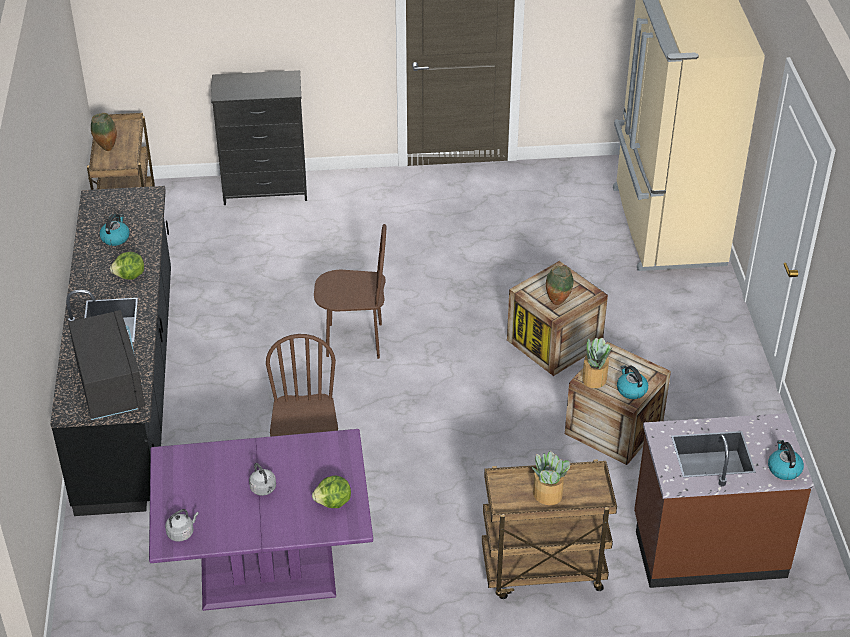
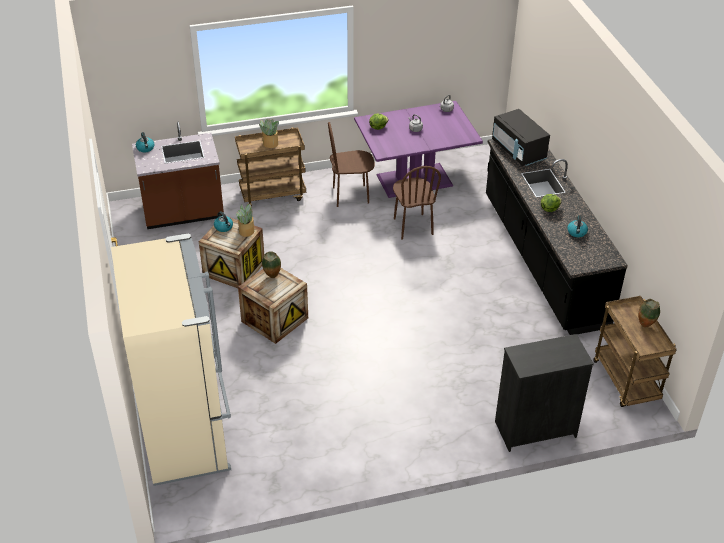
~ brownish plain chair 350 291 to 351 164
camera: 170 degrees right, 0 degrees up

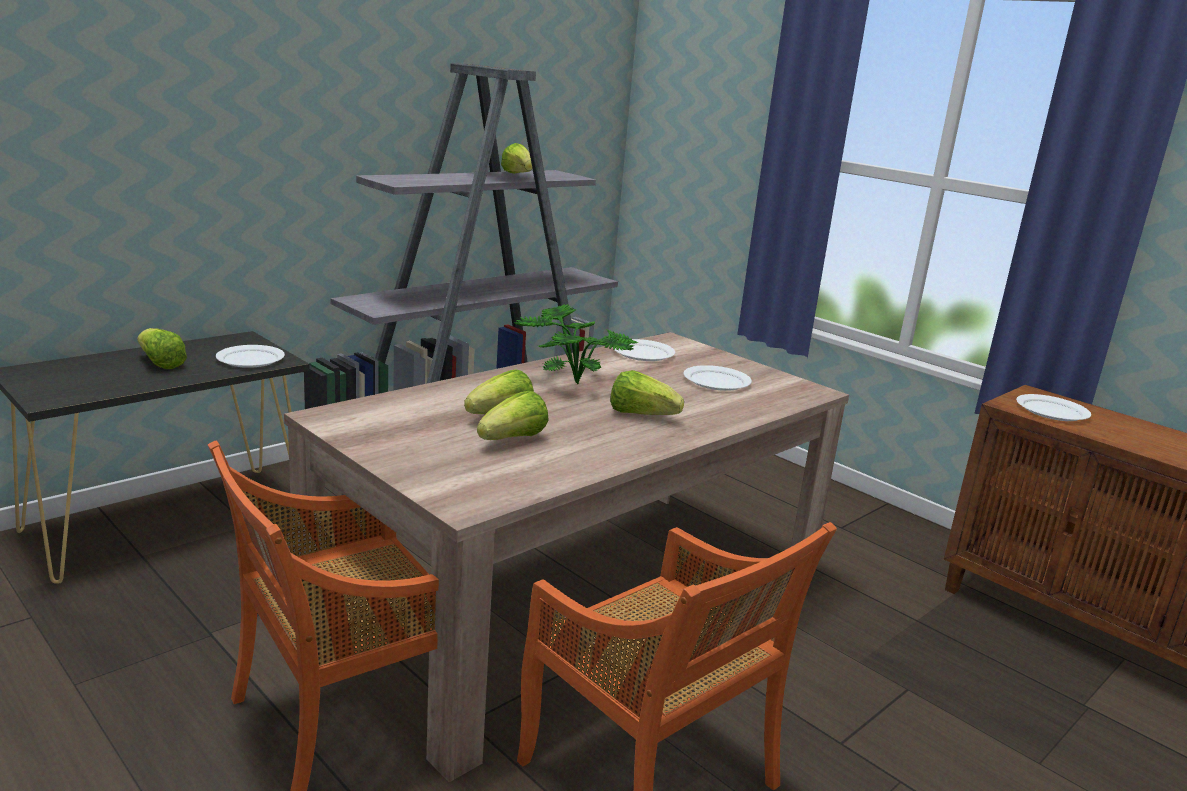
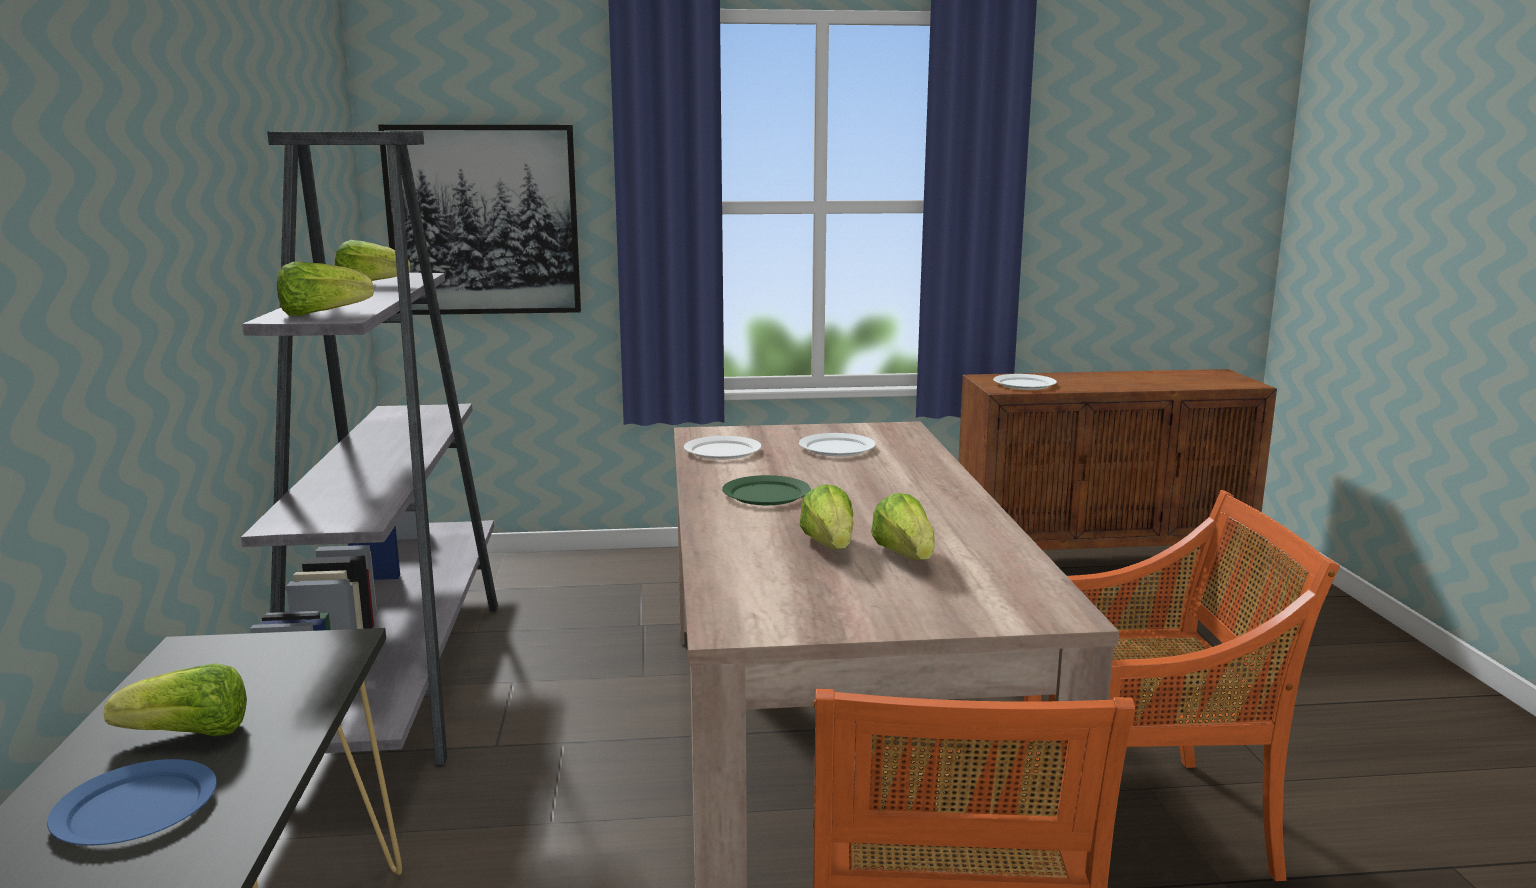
- white plate 250 356
+ blue-coloured plate 132 802
+ wall picture 479 220
~ head of lettuce 647 392 to 325 289
~ houseplant 576 344 to greenish plate 766 490
camera: 50 degrees left, 5 degrees down

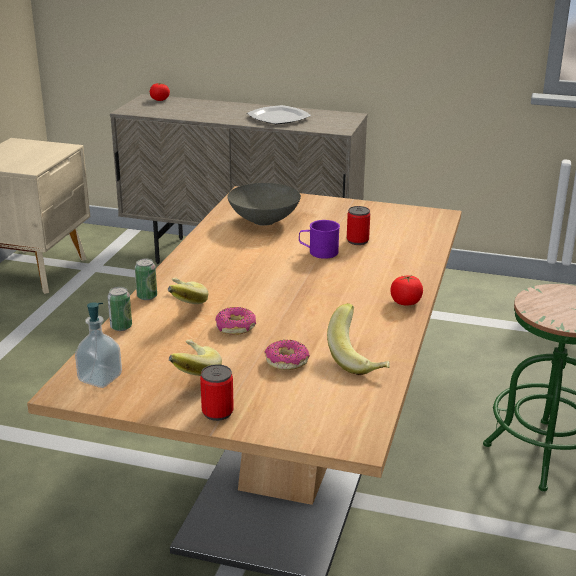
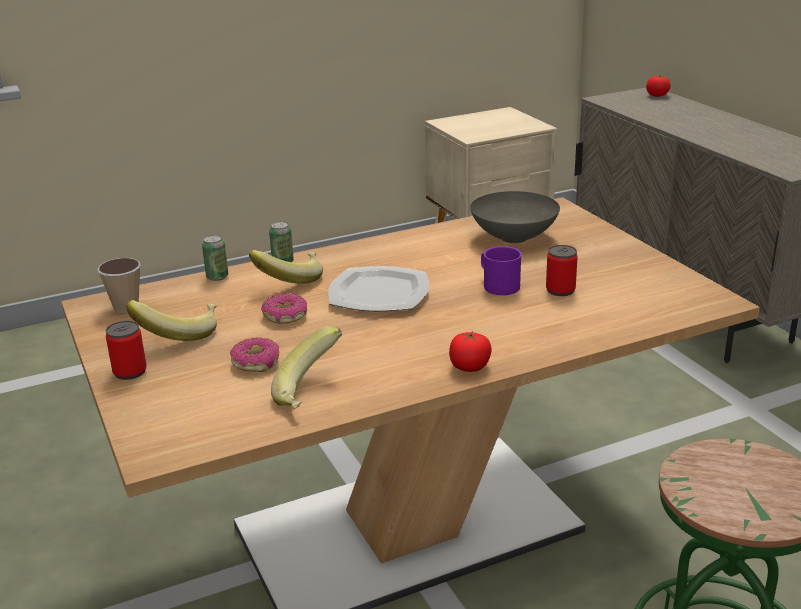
~ plate 279 114 to 378 288
~ soap bottle 98 345 to cup 119 285
camera: 50 degrees right, 0 degrees up

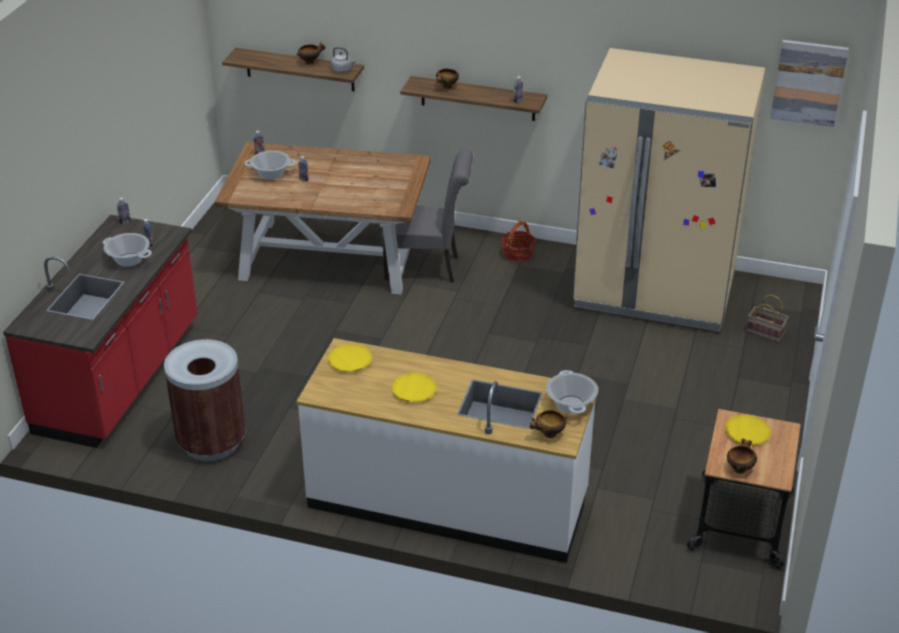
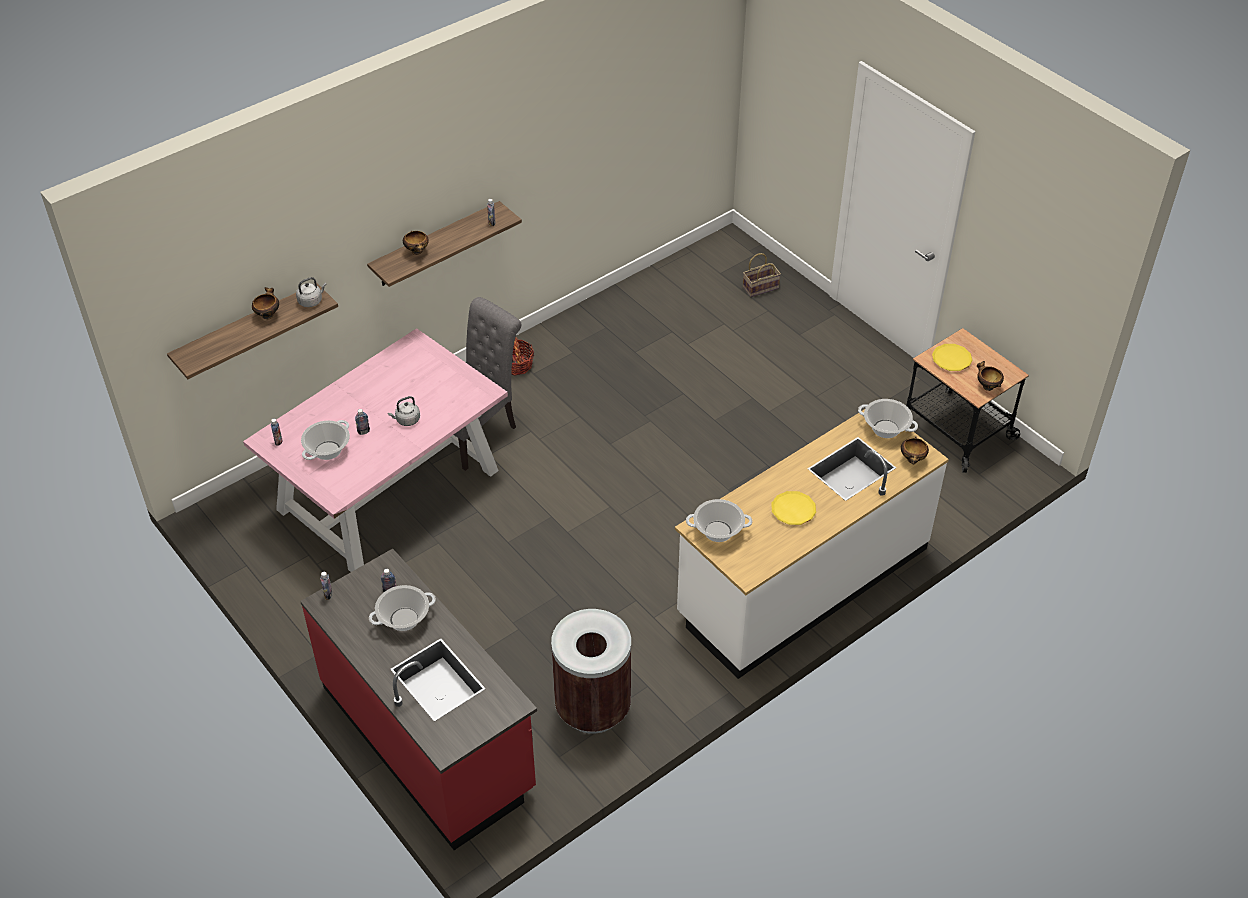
- beige fridge 669 190
- wall picture 809 83
+ gray water kettle 404 411
~ yellow plate 350 358 to cooking pot 719 520
~ brownish kitchen table 322 218 to pink-coloured kitchen table 375 450
camera: 55 degrees left, 10 degrees up

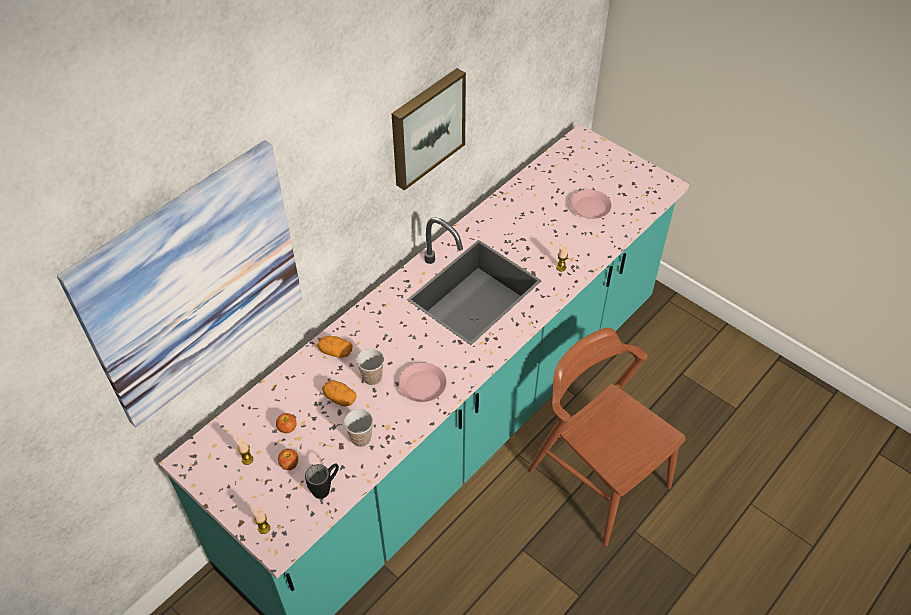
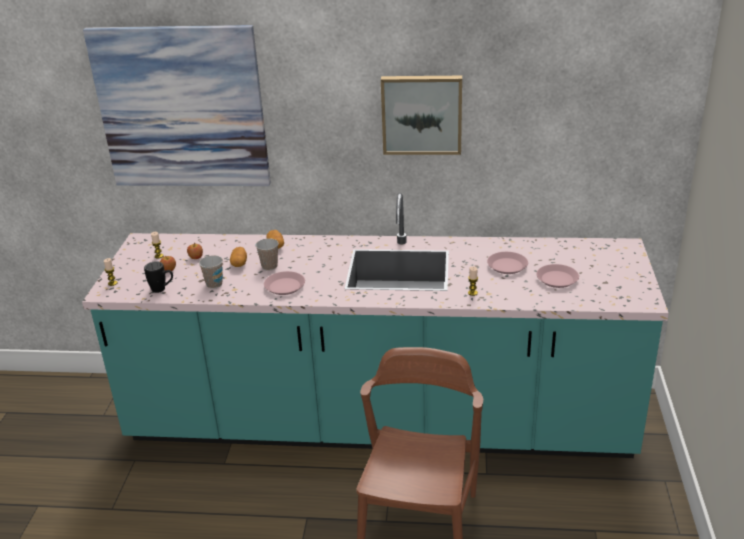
+ pink-coloured plate 507 263
camera: 55 degrees right, 20 degrees down

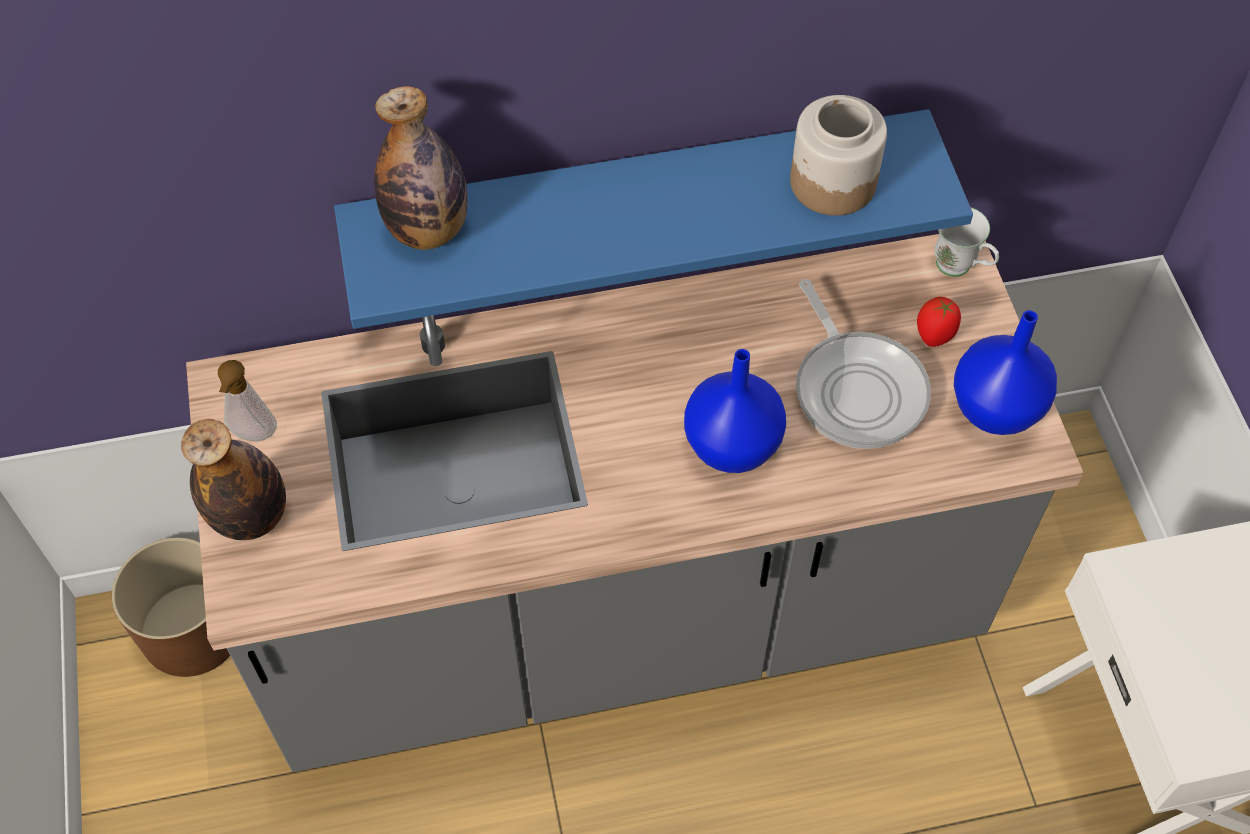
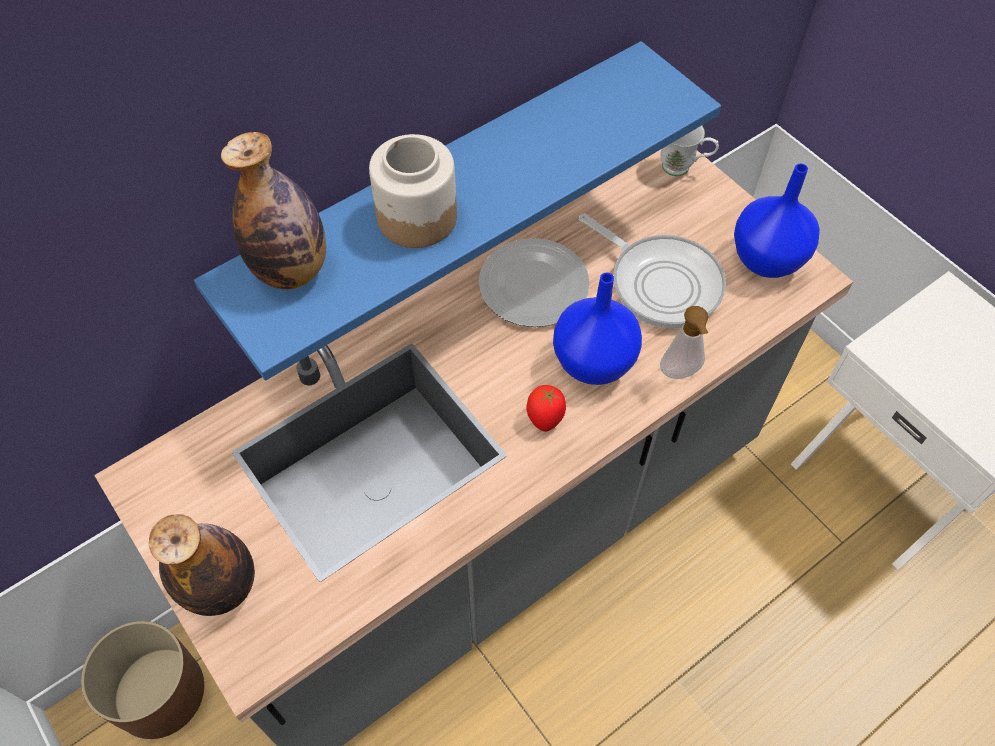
+ plate 534 282
~ soap bottle 247 400 to 684 342
~ storage jar 838 155 to 413 191
~ tomato 939 322 to 546 408
camera: 25 degrees left, 0 degrees up

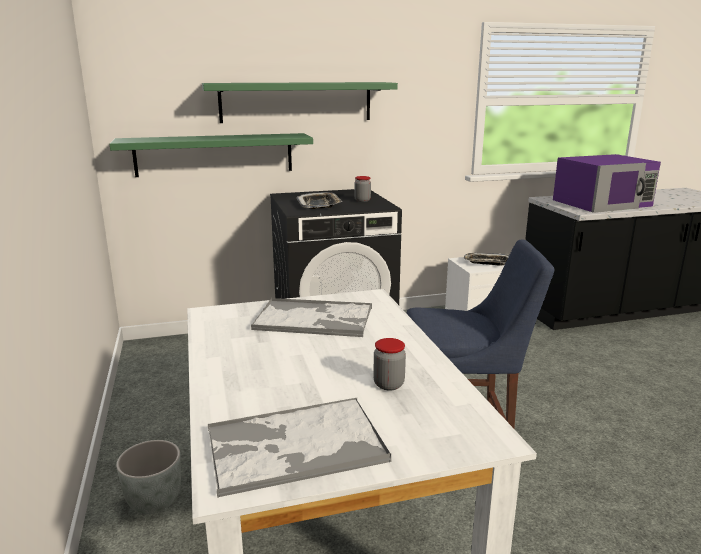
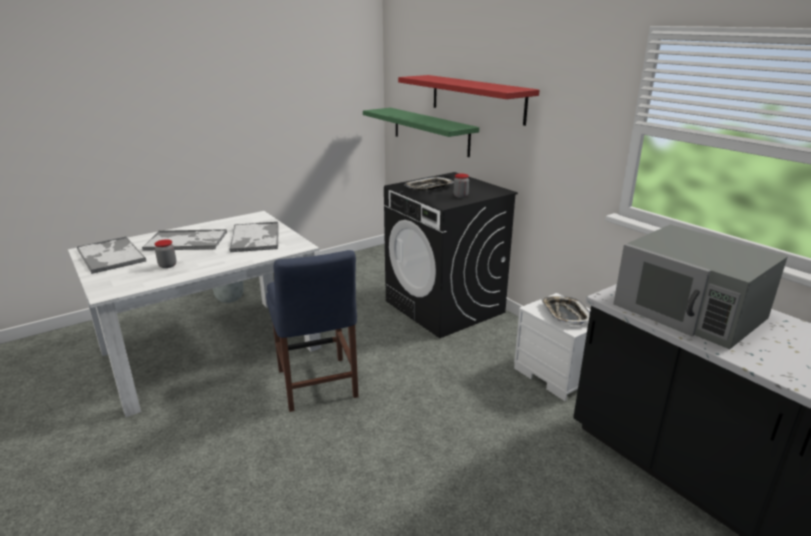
+ carrying tray 184 240
~ greenish wall shelf 300 102 to reddish wall shelf 468 100
~ purplish kitchen microwave 607 183 to gray kitchen microwave 700 286
camera: 70 degrees right, 5 degrees up

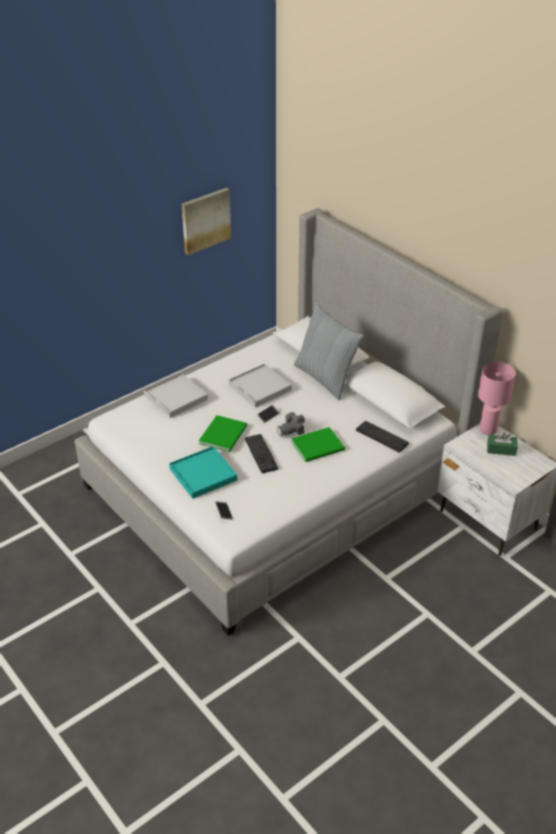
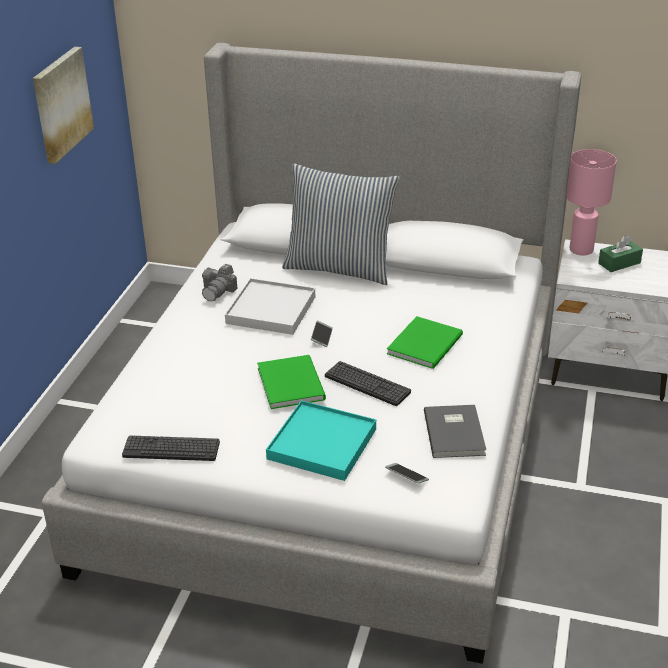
- white carrying tray 176 395
+ gray volume 455 431
~ still camera 291 424 to 220 282
~ keyboard 382 437 to 171 448
camera: 35 degrees left, 5 degrees down

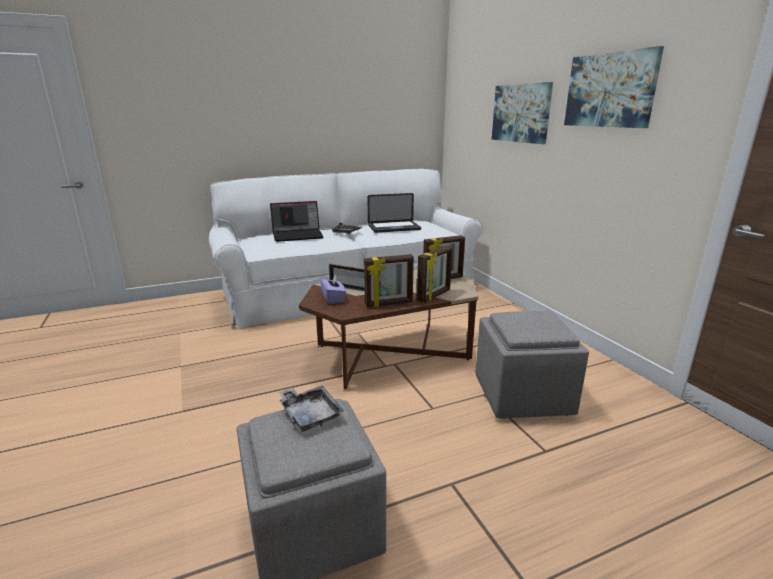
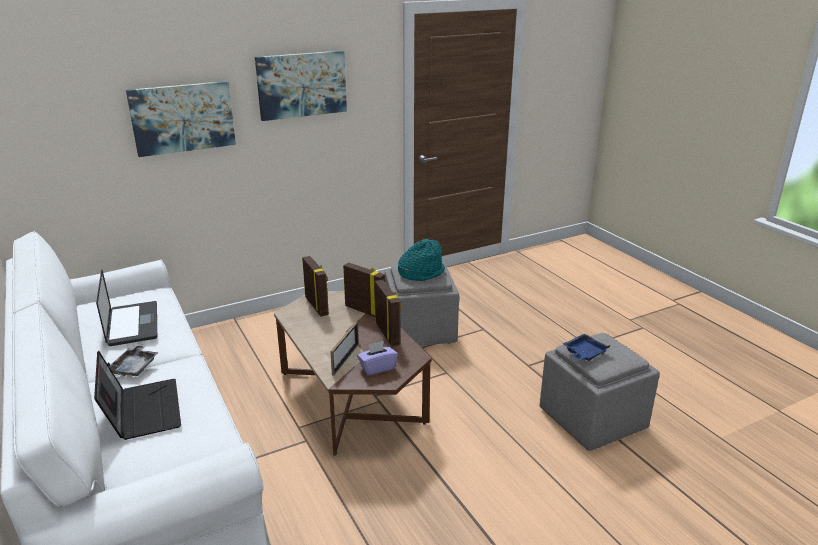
+ blue-green hat 421 260
~ gray carrying tray 311 409 to blue-coloured carrying tray 586 347
camera: 95 degrees left, 5 degrees up

